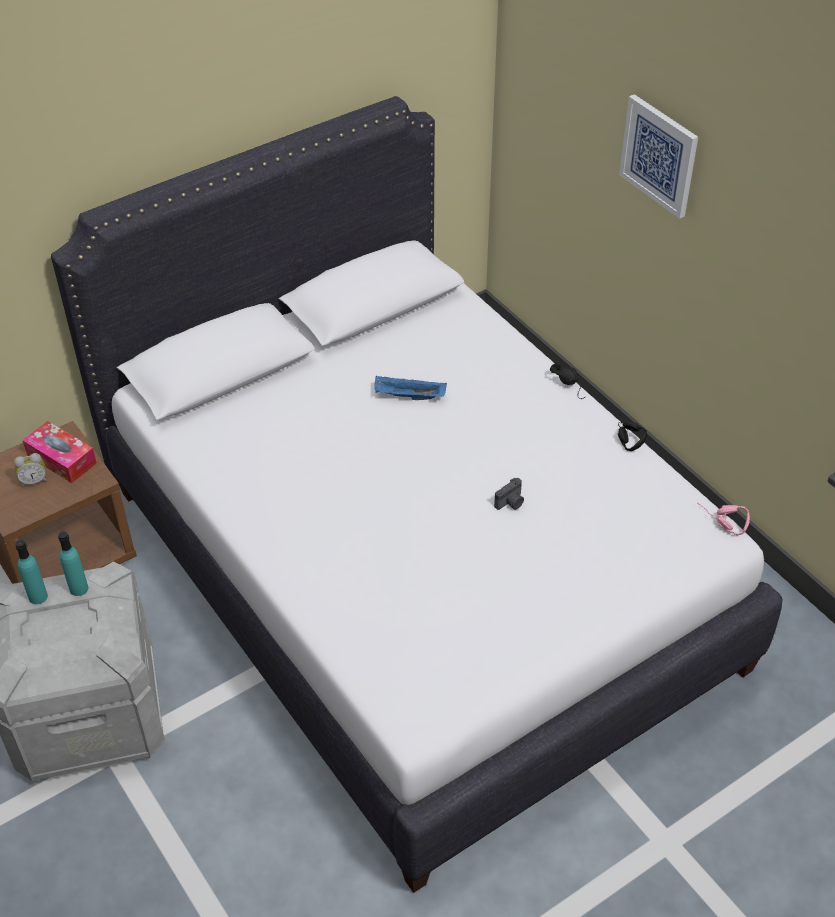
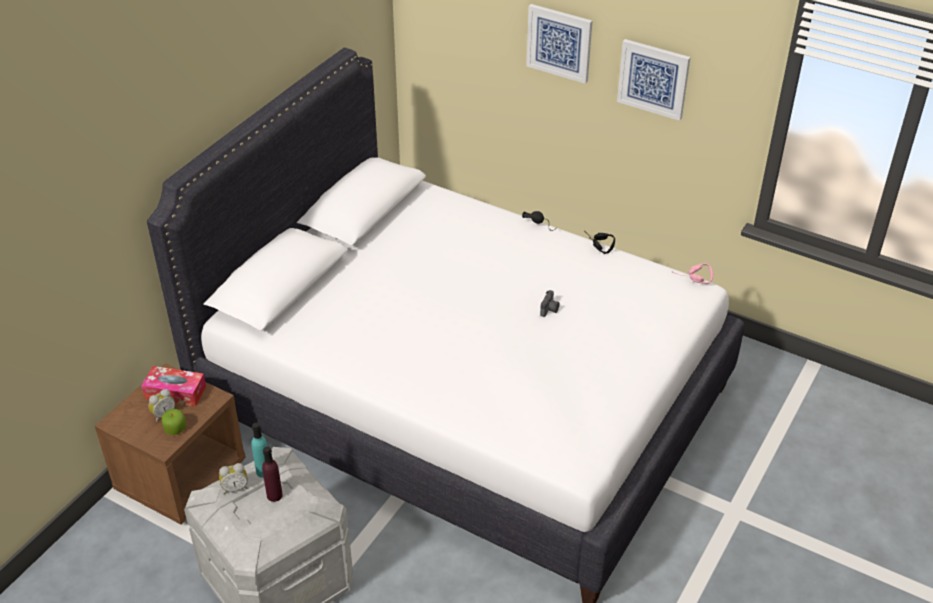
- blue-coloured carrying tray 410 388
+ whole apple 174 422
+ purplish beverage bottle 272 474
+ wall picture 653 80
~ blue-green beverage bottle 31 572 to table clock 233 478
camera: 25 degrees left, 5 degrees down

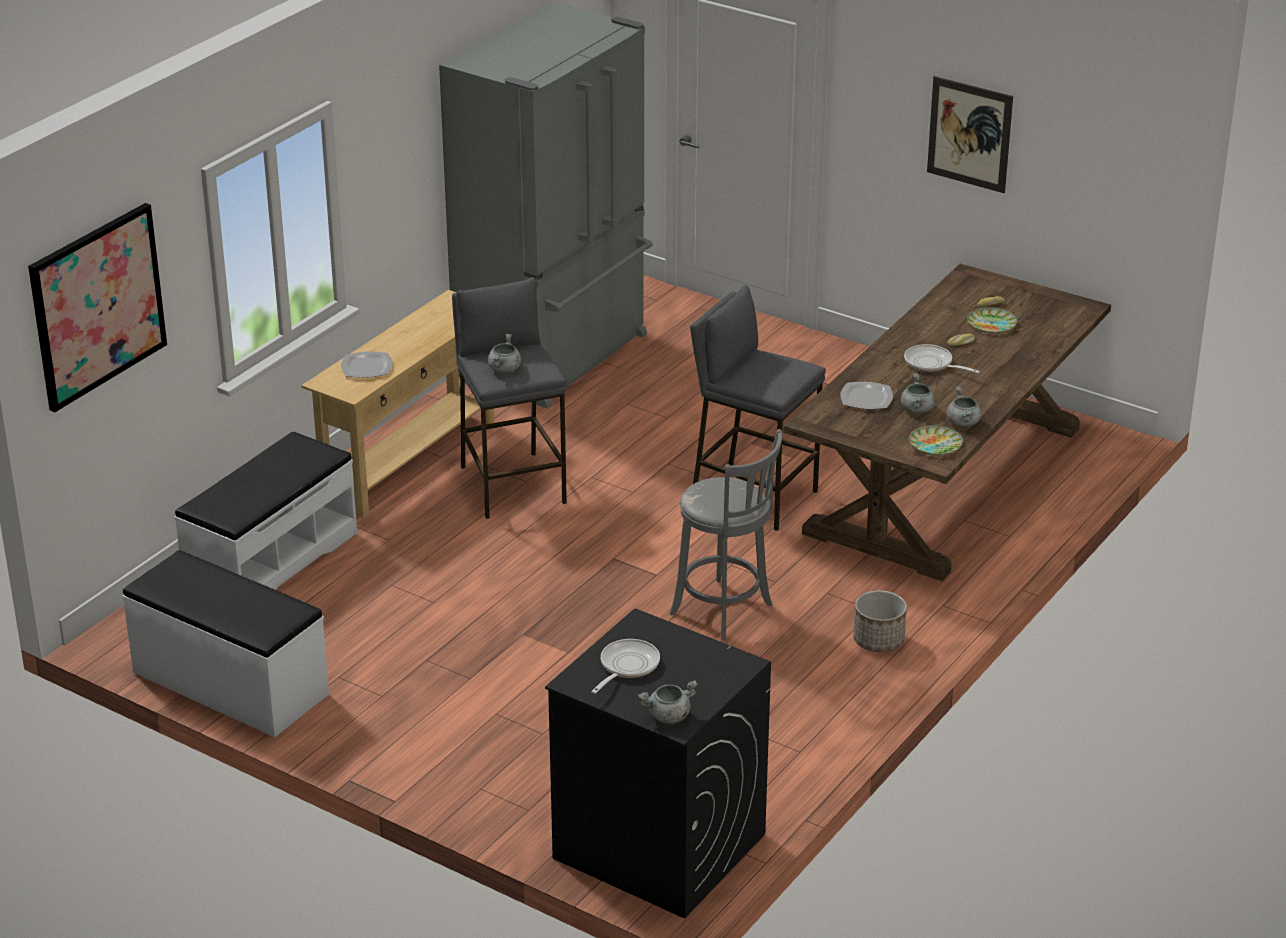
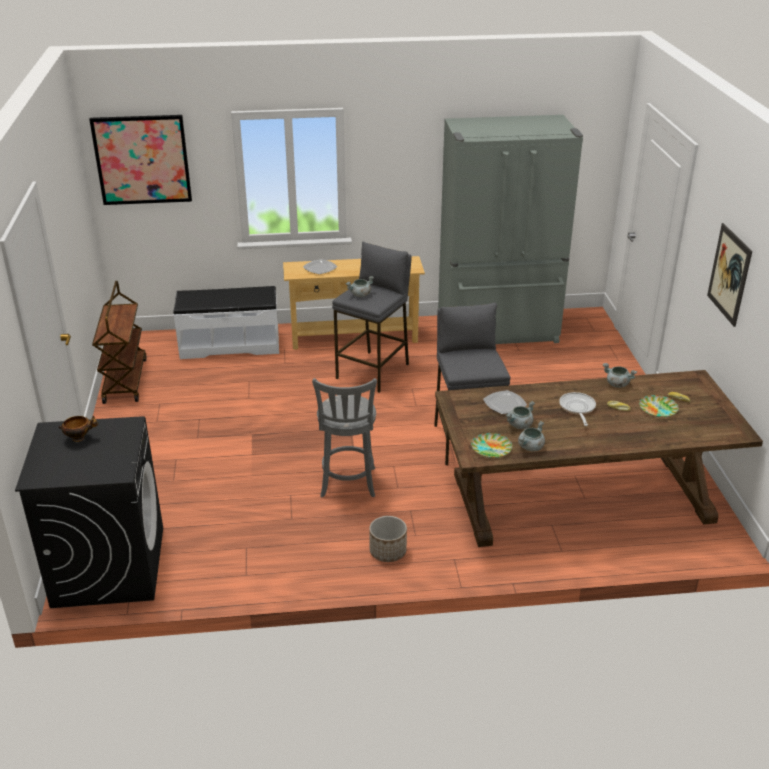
~ gray cooking pot 668 702 to 620 375
~ white long seat 225 643 to brownish cart 119 342
~ frying pan 625 666 to deep dish 78 429
camera: 50 degrees right, 0 degrees up

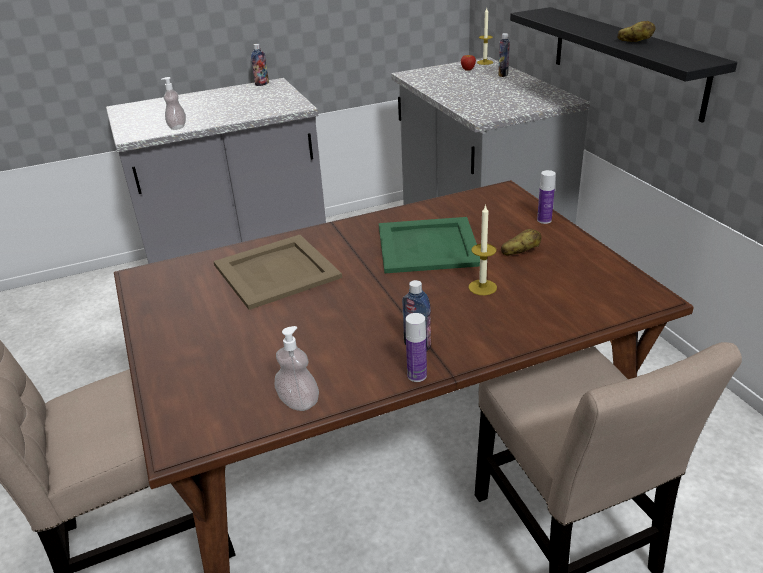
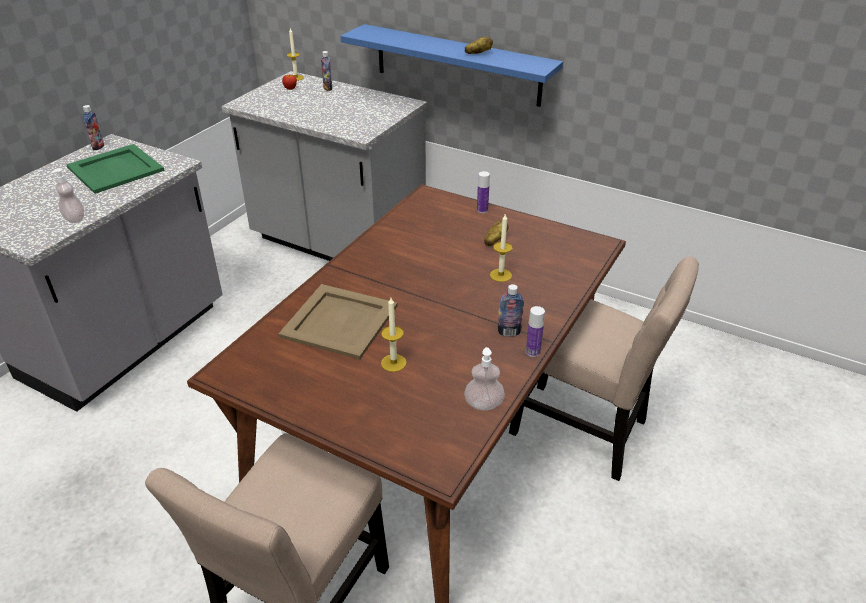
+ wax candle 394 335
~ greenish carrying tray 429 245 to 115 169
~ blackish wall shelf 623 65 to blue-coloured wall shelf 451 65
camera: 40 degrees left, 5 degrees up

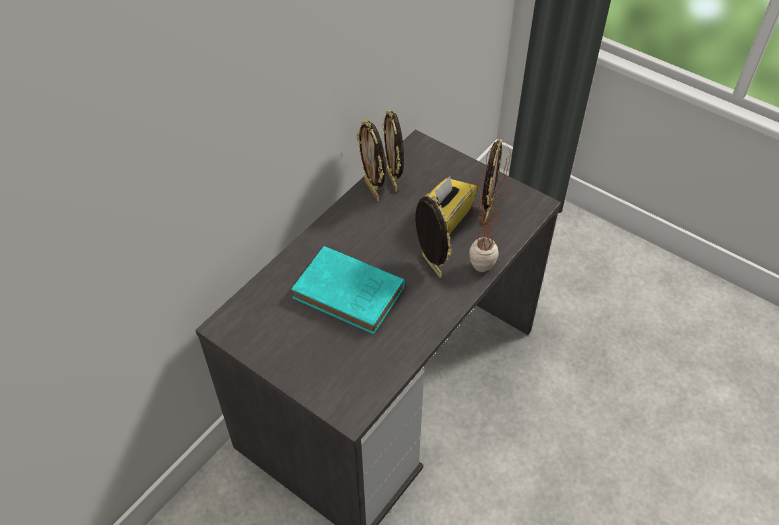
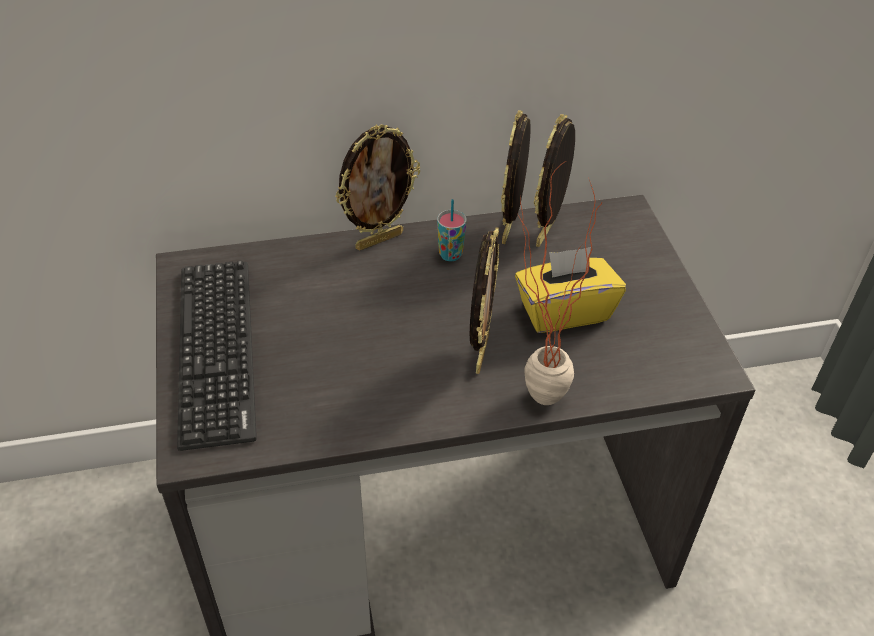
- blue-green volume 348 290
+ keyboard 217 356
+ cup 452 230
~ photo frame 492 181 to 377 187
camera: 40 degrees right, 5 degrees down

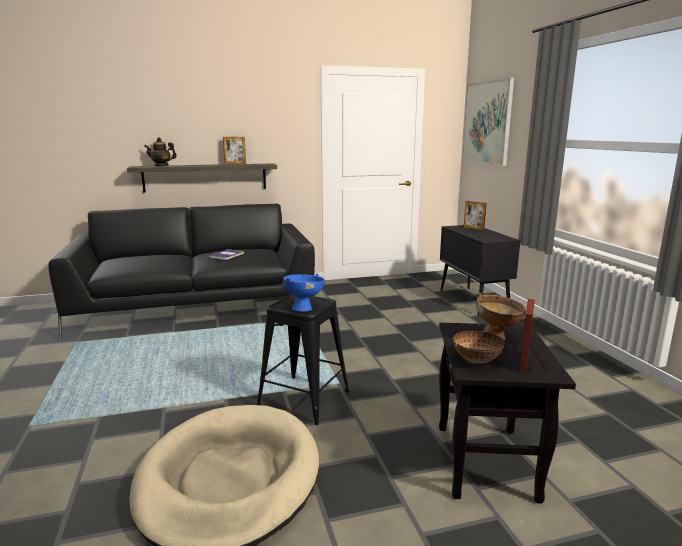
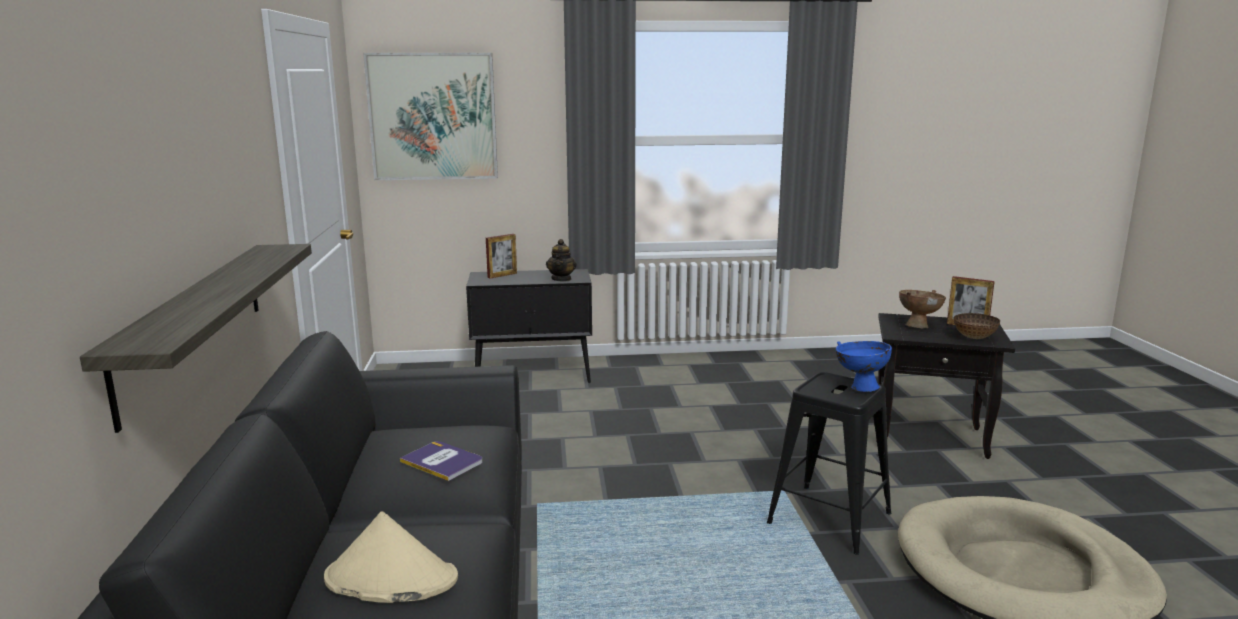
- photo frame 234 151
+ beige hat 391 557
~ teapot 160 152 to 561 260
camera: 80 degrees left, 0 degrees up

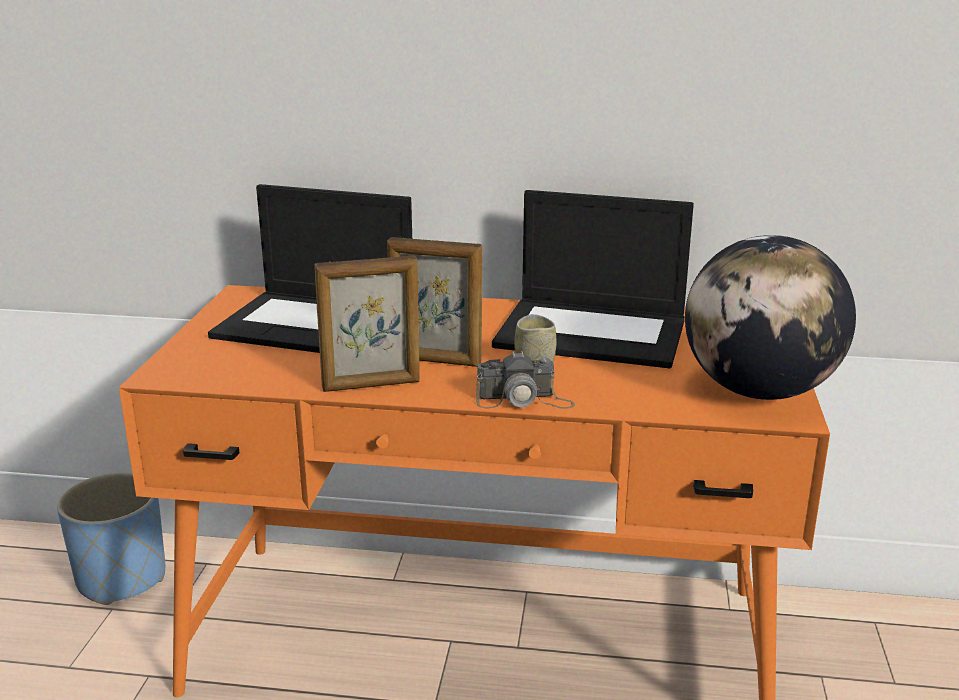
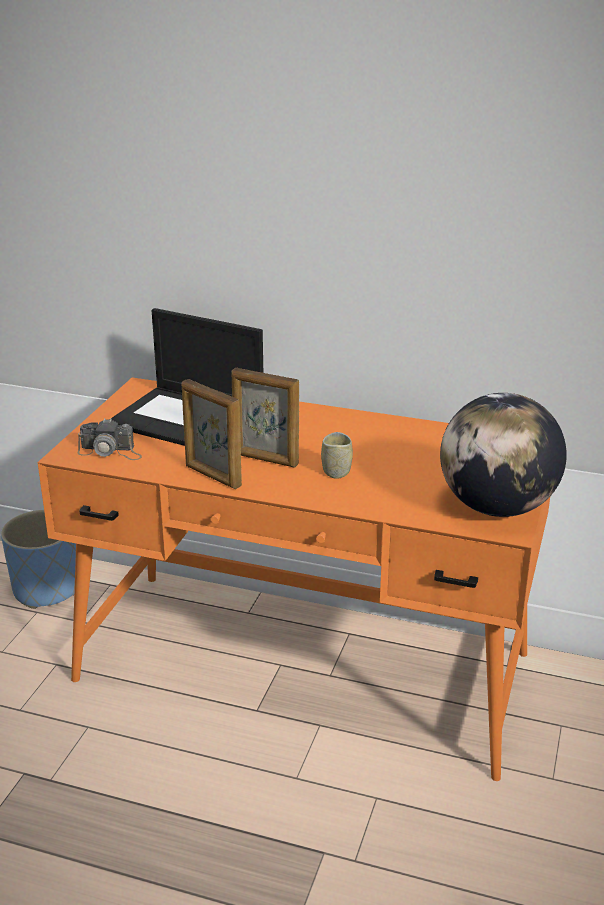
- laptop 593 279
~ still camera 525 380 to 109 439
~ photo frame 367 324 = 212 434 45 degrees clockwise
camera: 10 degrees right, 5 degrees up

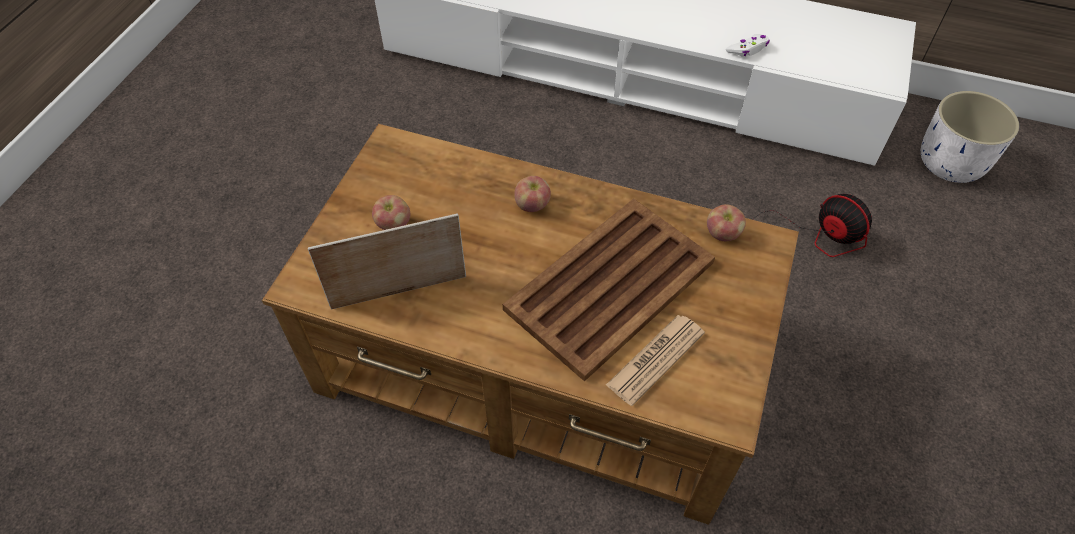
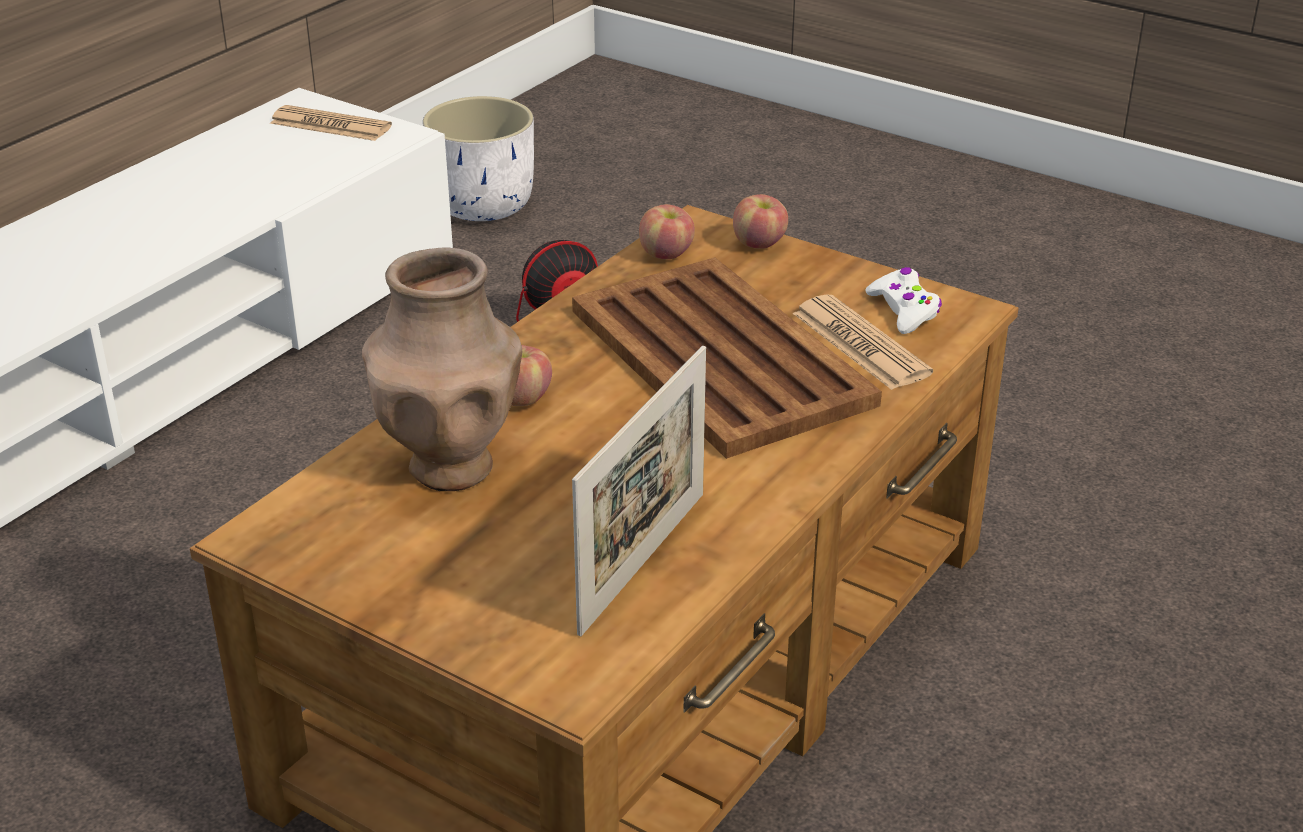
+ printed paper 331 123
+ brownish decorative vase 442 369
~ whole apple 391 212 to 760 221
~ white joypad 748 45 to 903 300
~ photo frame 387 261 = 639 491 150 degrees counterclockwise
camera: 75 degrees left, 20 degrees down

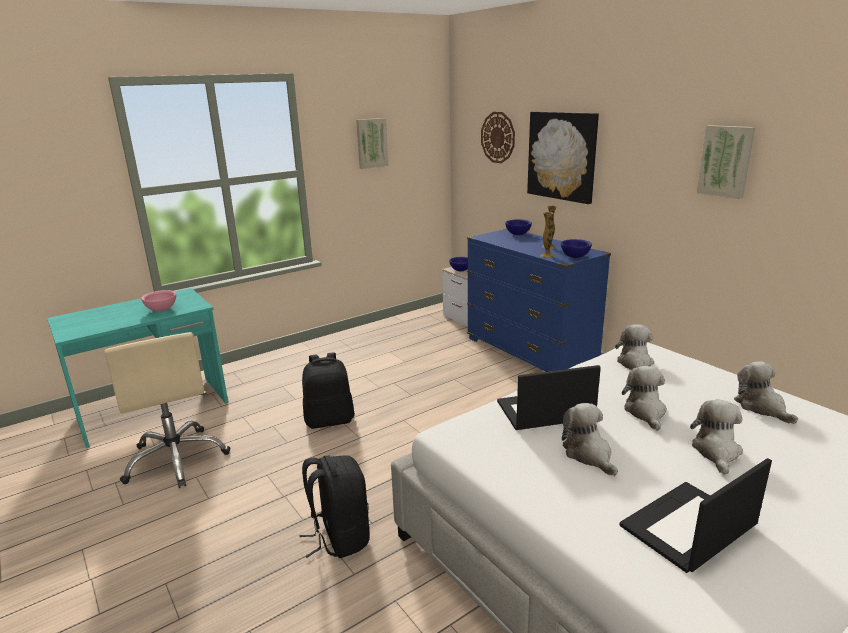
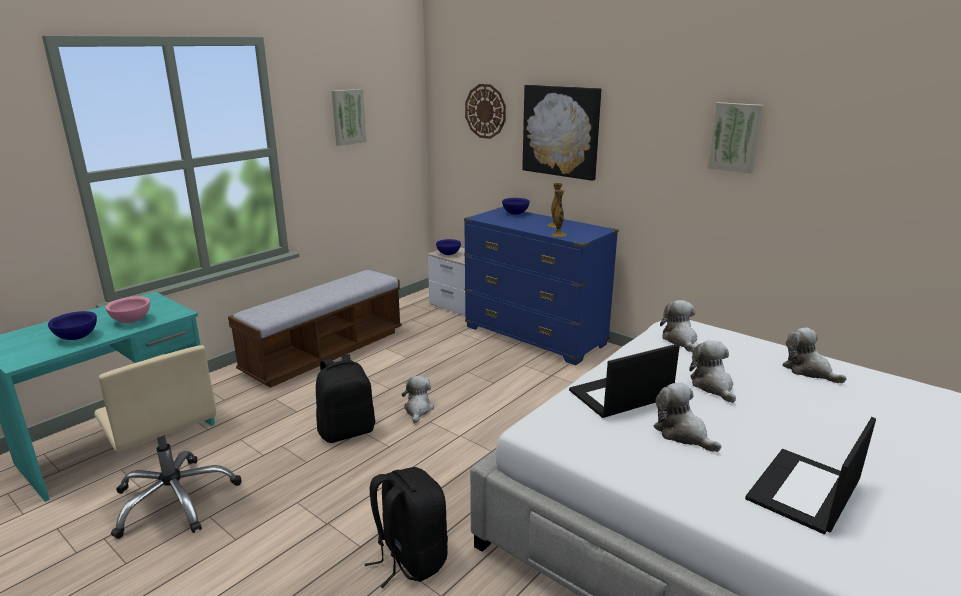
+ long seat 315 329
~ blue-coloured deep dish 576 248 to 72 325
~ plush toy 716 437 to 418 399
camera: 15 degrees left, 0 degrees up

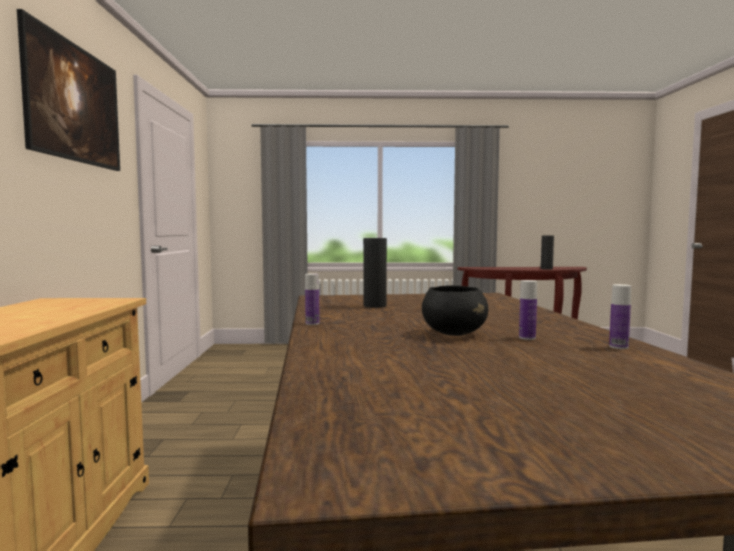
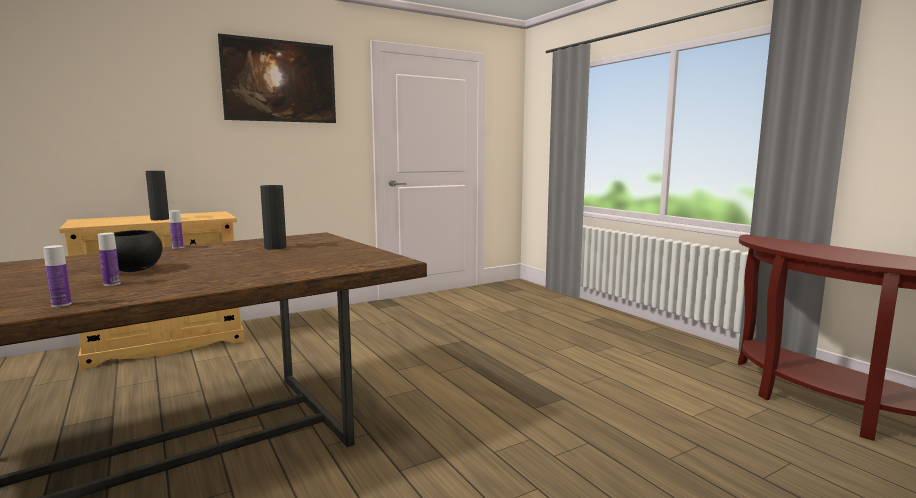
~ blackish decorative vase 547 252 to 157 195
camera: 60 degrees right, 5 degrees up

